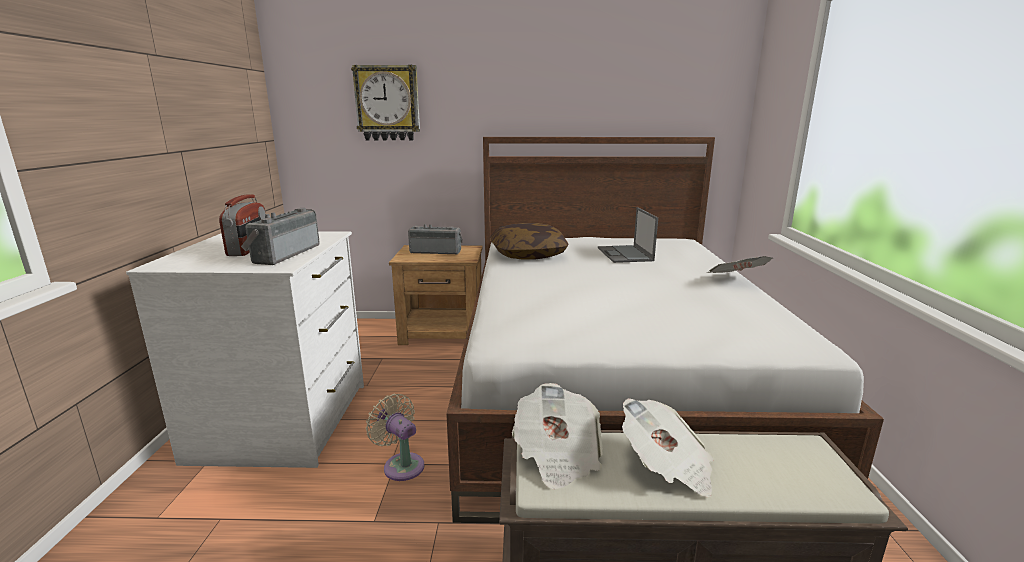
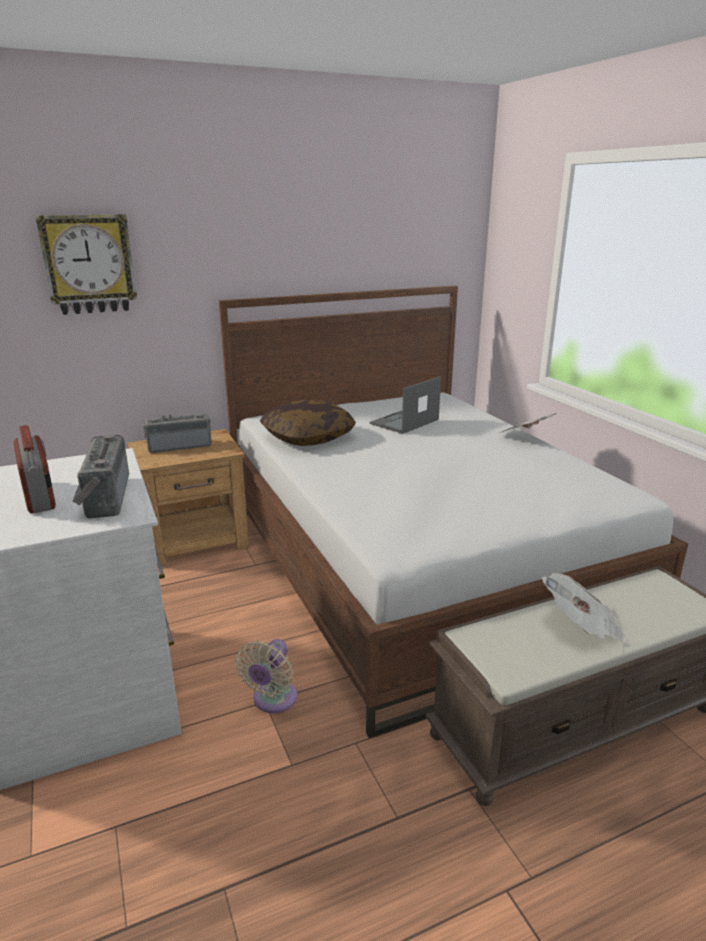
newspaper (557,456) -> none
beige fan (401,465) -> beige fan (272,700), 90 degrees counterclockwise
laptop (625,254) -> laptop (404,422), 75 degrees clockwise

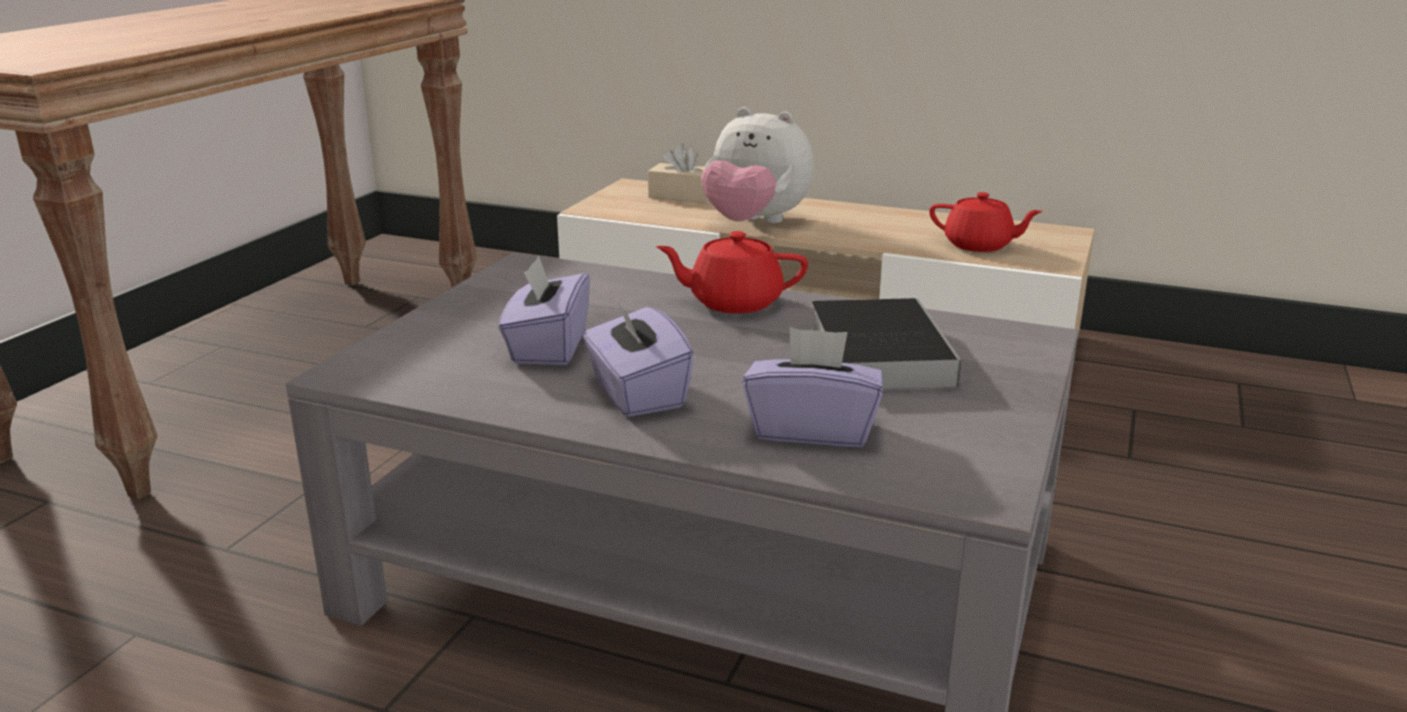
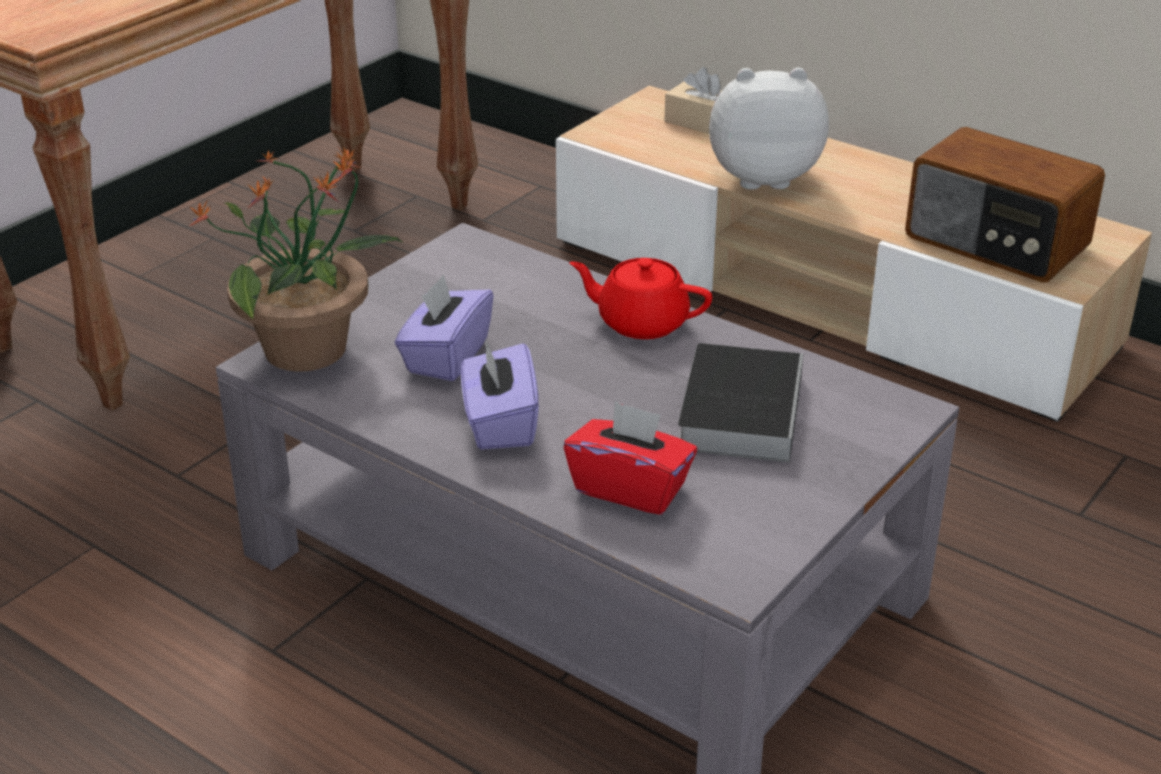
none -> potted plant (308,349)
red teapot (979,245) -> radio (996,243)
purple tissue box (812,429) -> red tissue box (630,488)
plush toy (754,223) -> plush toy (762,177), 135 degrees clockwise

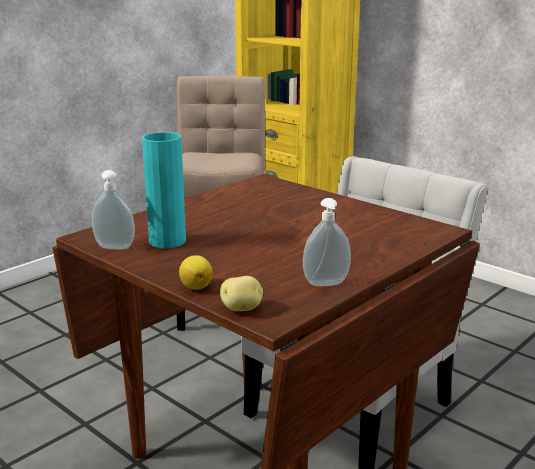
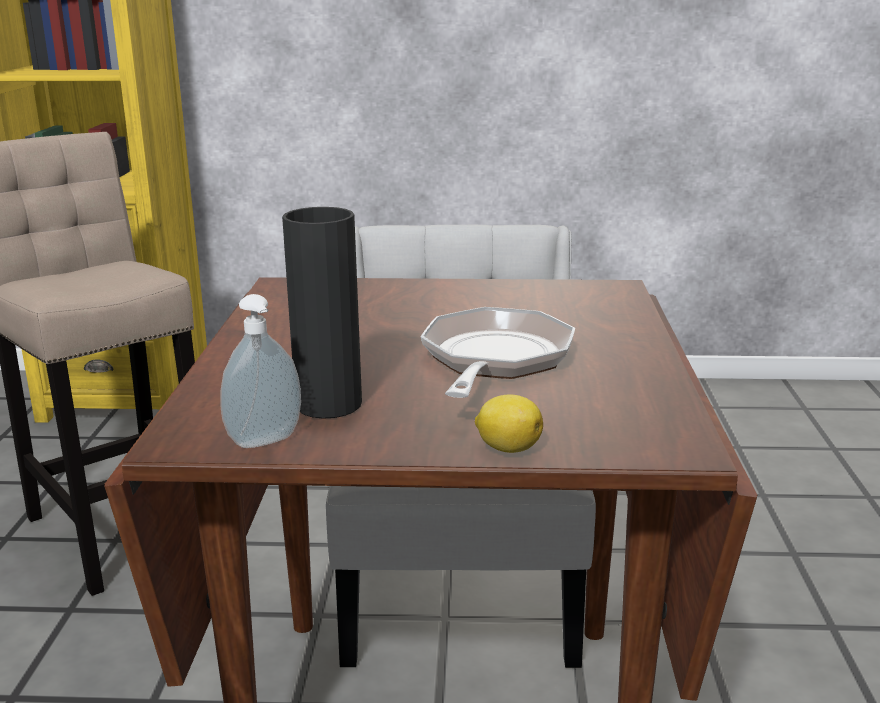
potato (242,309) -> none
soap dispenser (326,284) -> none
none -> frying pan (494,361)
turquoise vase (167,241) -> black vase (328,404)

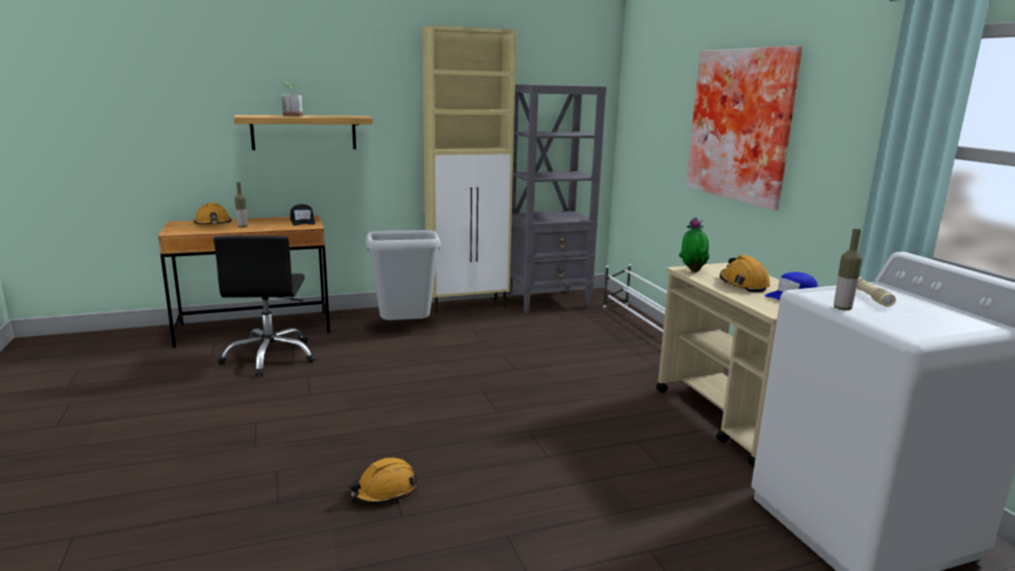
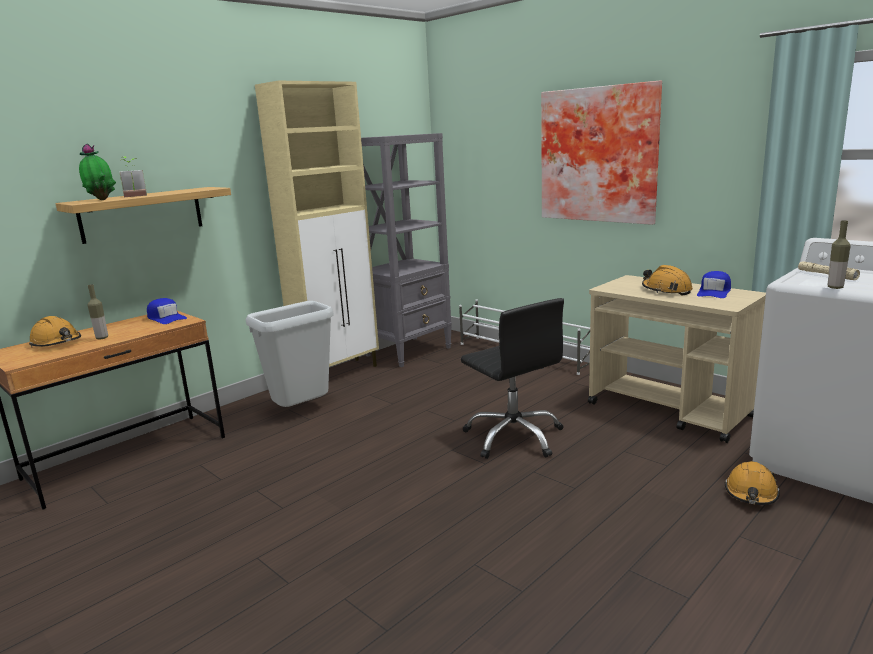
black office chair (270,357) -> black office chair (514,437), moved
orange hard hat (384,491) -> orange hard hat (751,493), moved
potted plant (692,270) -> potted plant (101,200), moved
black cap (302,221) -> blue cap (166,318)

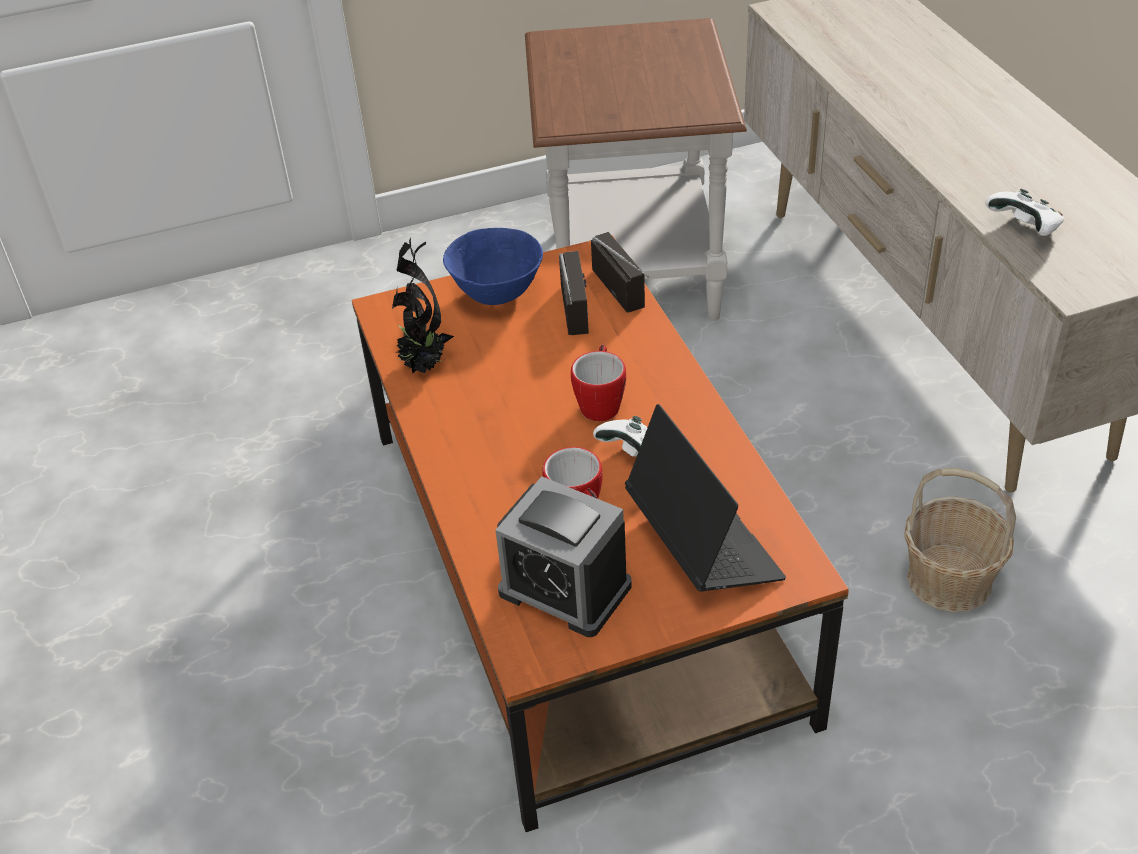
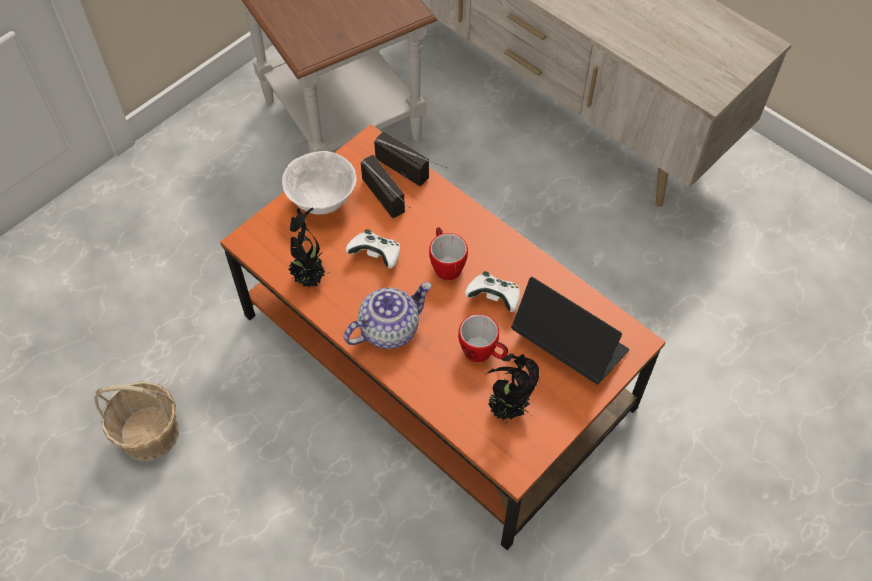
none -> teapot (389,328)
basket (950,580) -> basket (150,434), moved
white game controller (1025,229) -> white game controller (376,256), moved
alarm clock (565,589) -> potted plant (507,410)
blue bowl (497,294) -> white bowl (322,201)

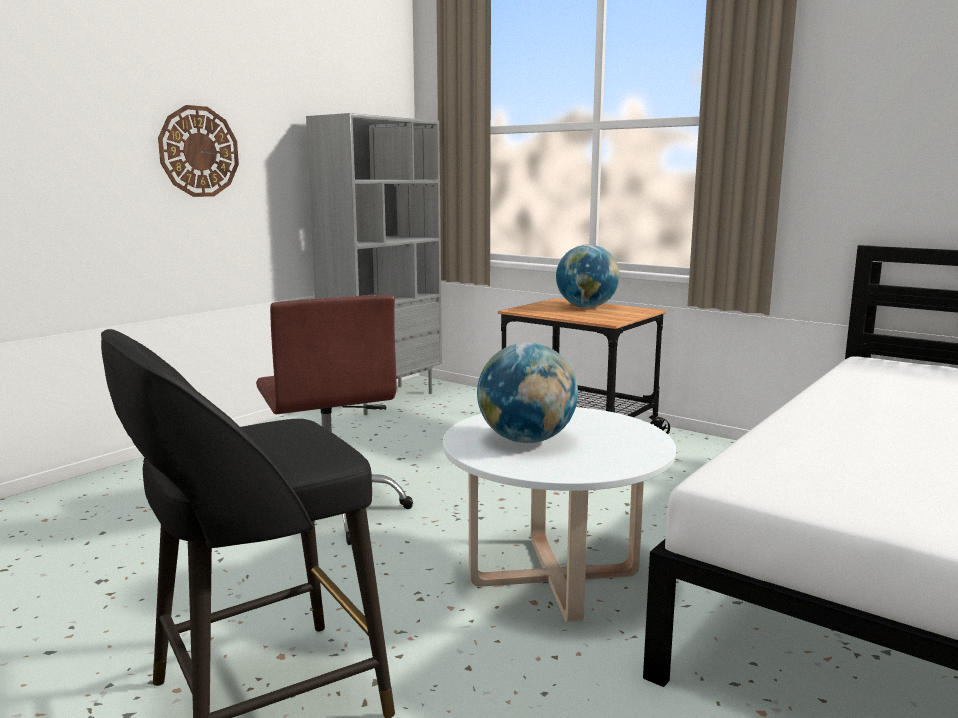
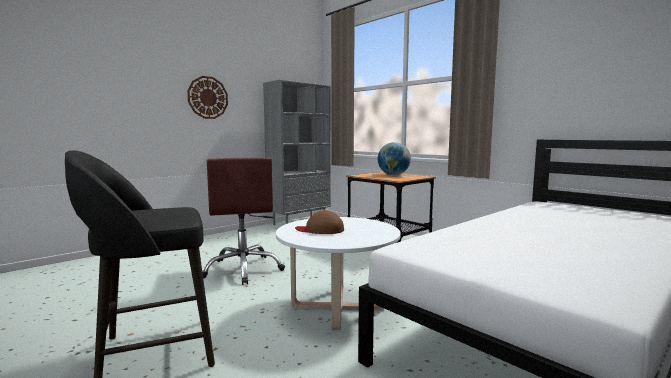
globe (526,440) -> brown cap (320,230)

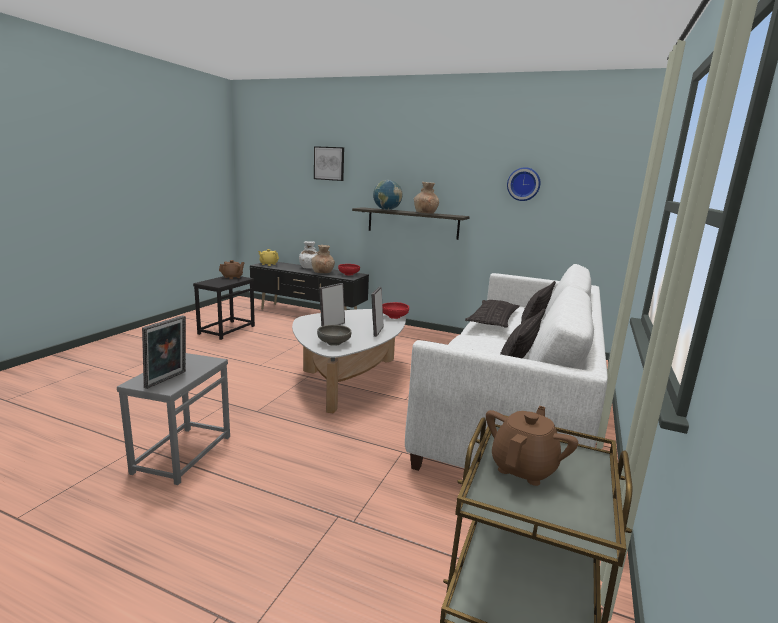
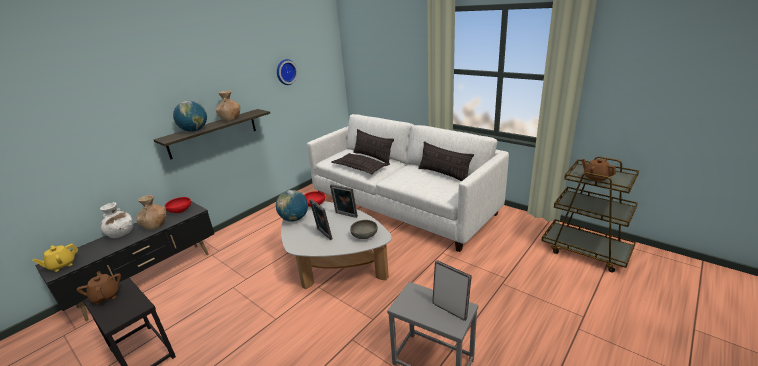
picture (329,163) -> none
none -> globe (294,219)

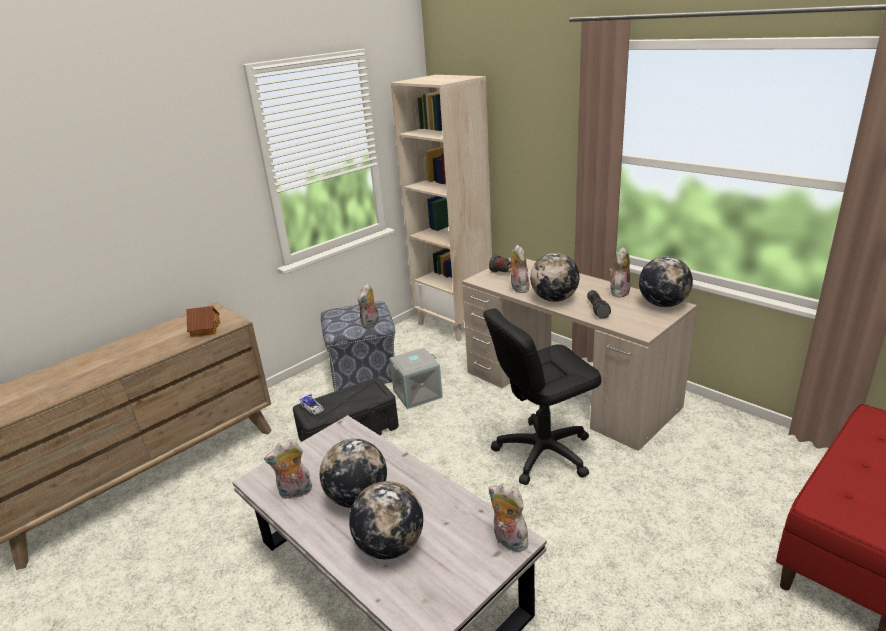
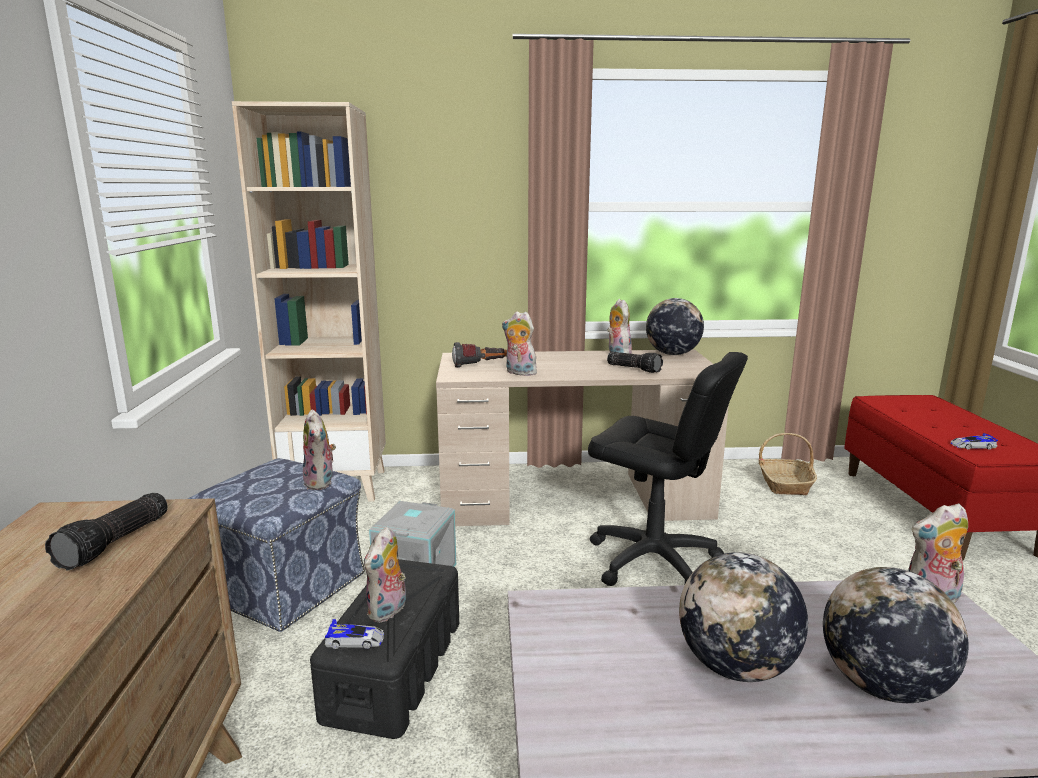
globe (554,299) -> none
none -> basket (784,484)
none -> toy car (972,446)
plush toy (295,493) -> plush toy (388,611), moved
toy house (205,329) -> flashlight (116,543)
black office chair (543,452) -> black office chair (653,561), 75 degrees counterclockwise

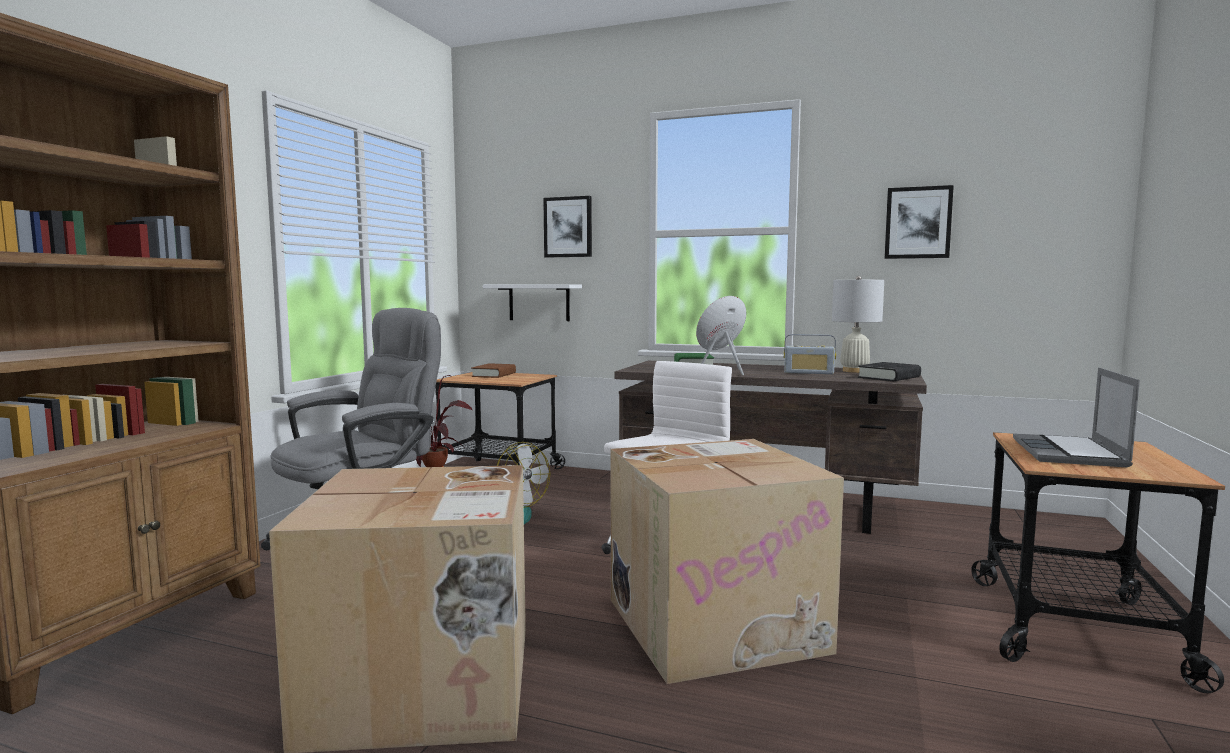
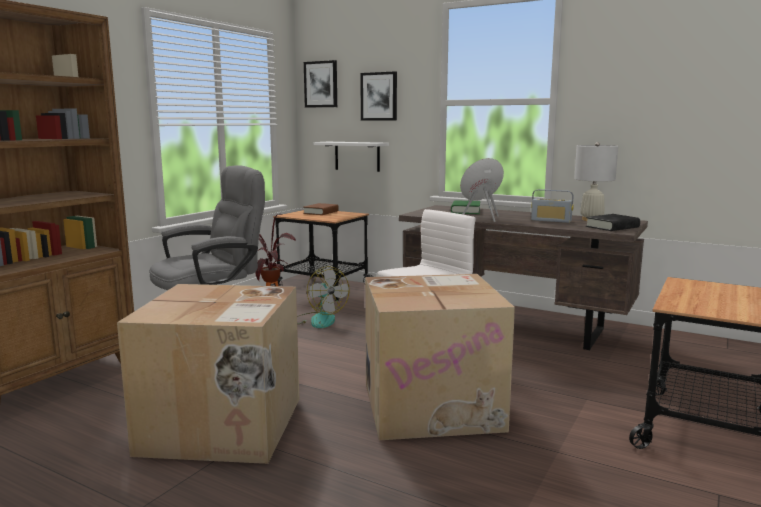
laptop (1070,453) -> none
picture (918,223) -> picture (321,84), moved

